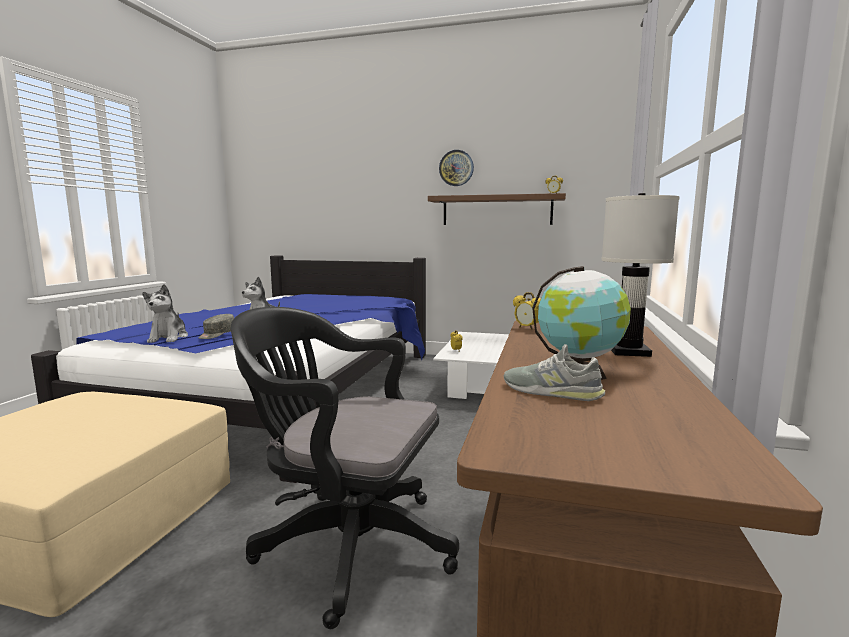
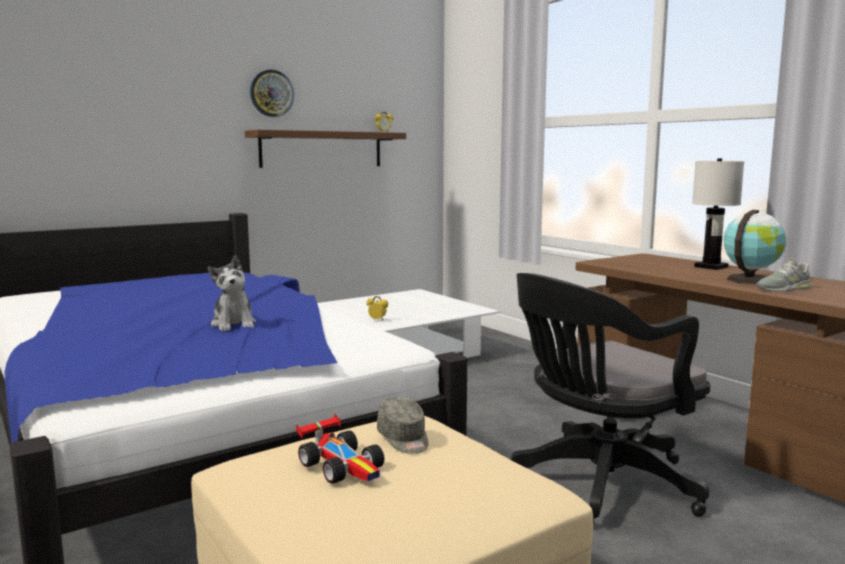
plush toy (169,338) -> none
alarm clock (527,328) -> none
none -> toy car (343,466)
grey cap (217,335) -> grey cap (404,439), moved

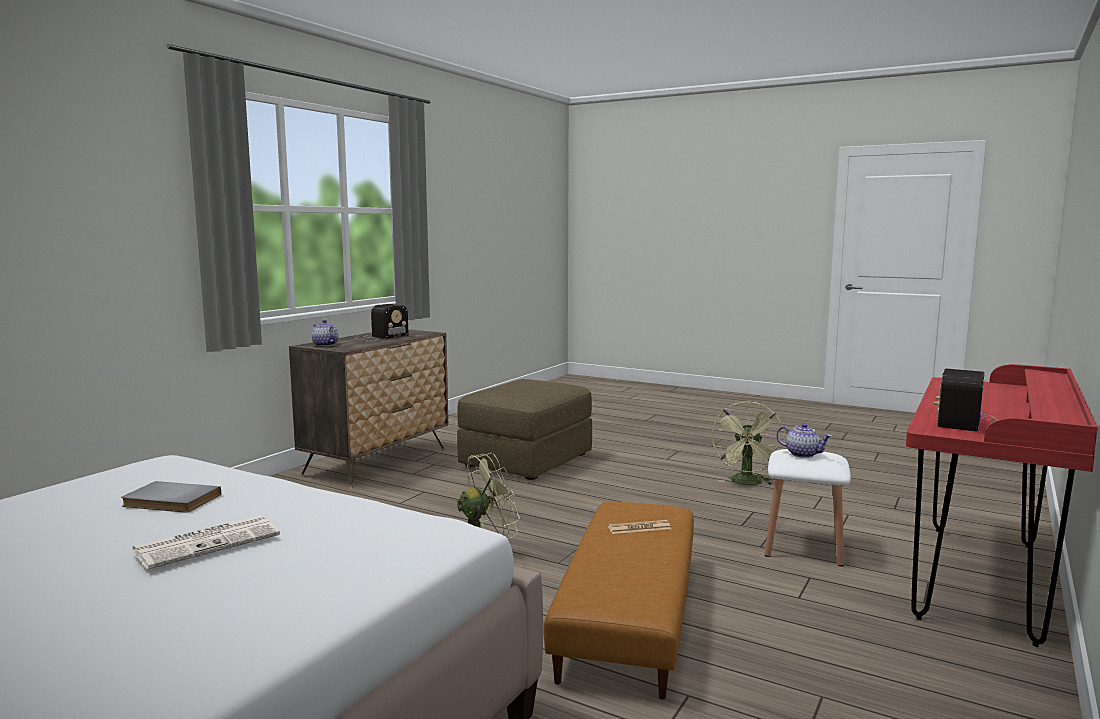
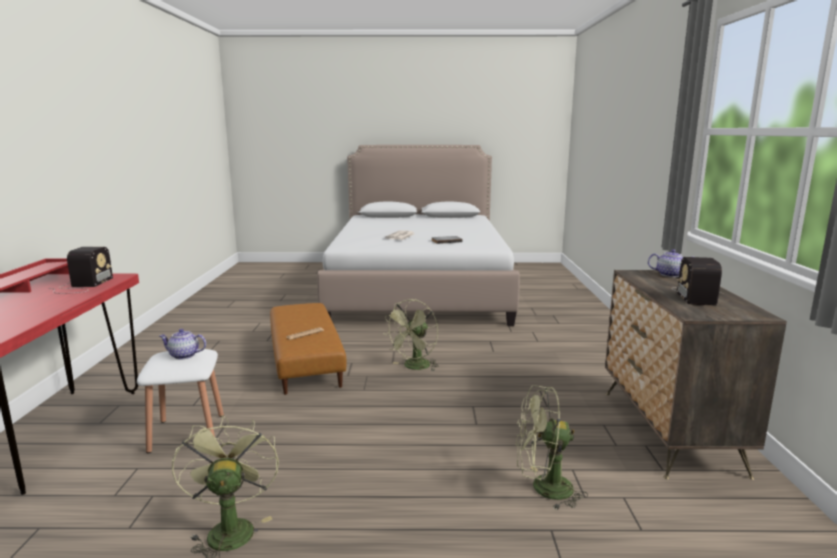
brown ottoman (526,460) -> green fan (543,489)

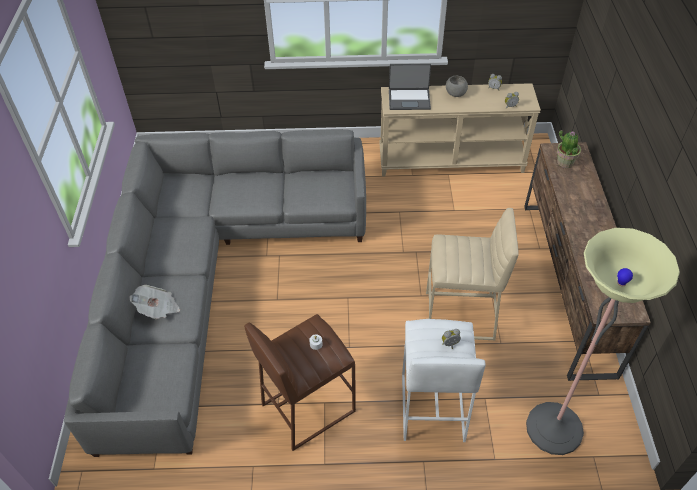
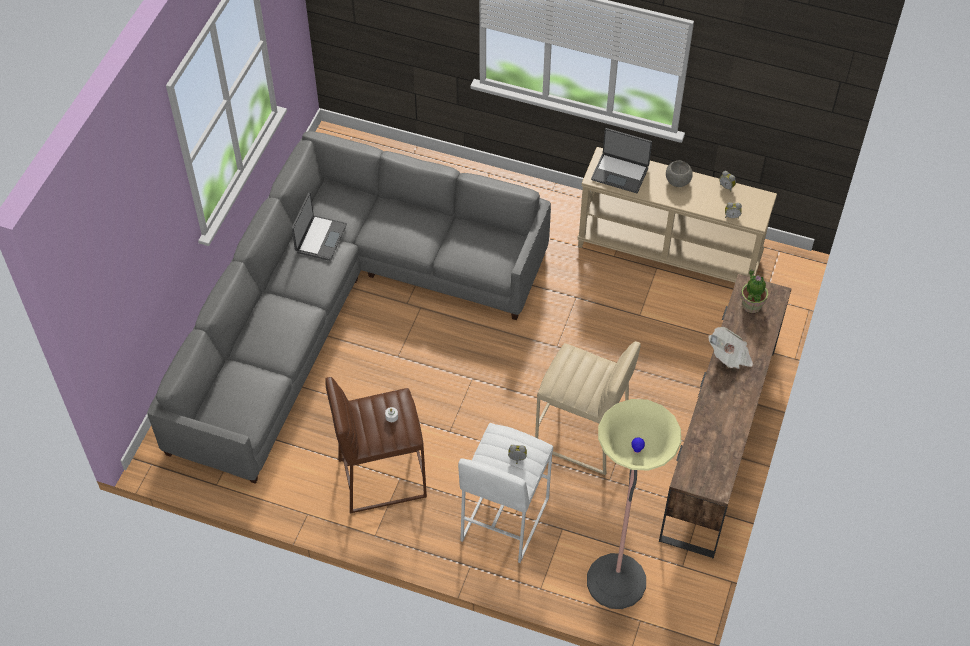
none -> laptop (320,238)
newspaper (158,309) -> newspaper (729,356), moved

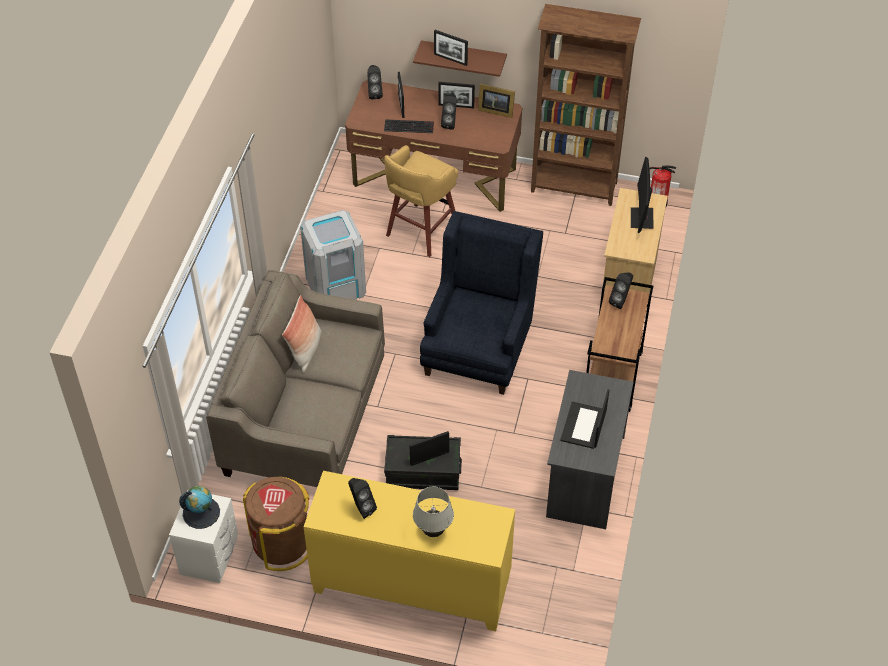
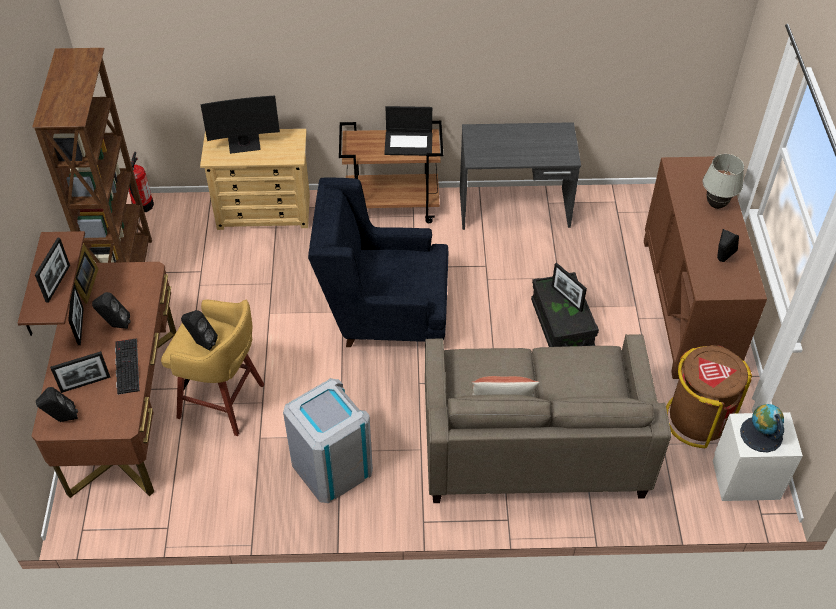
laptop (584,426) -> laptop (409,143), moved
black speaker (621,301) -> black speaker (201,343), moved
yellow cabinet (411,585) -> brown cabinet (688,306)

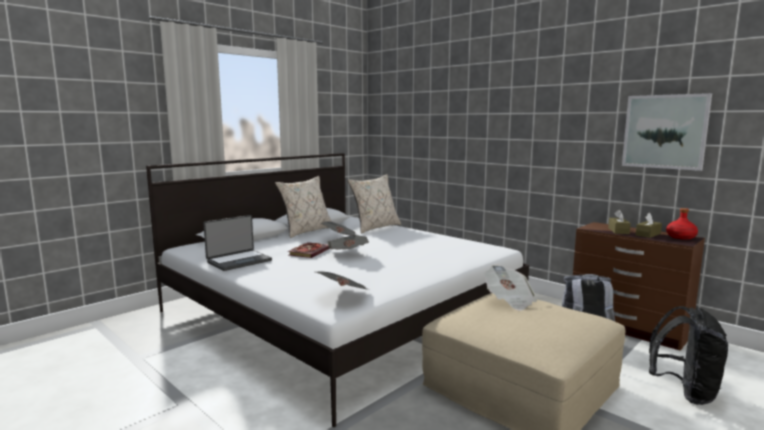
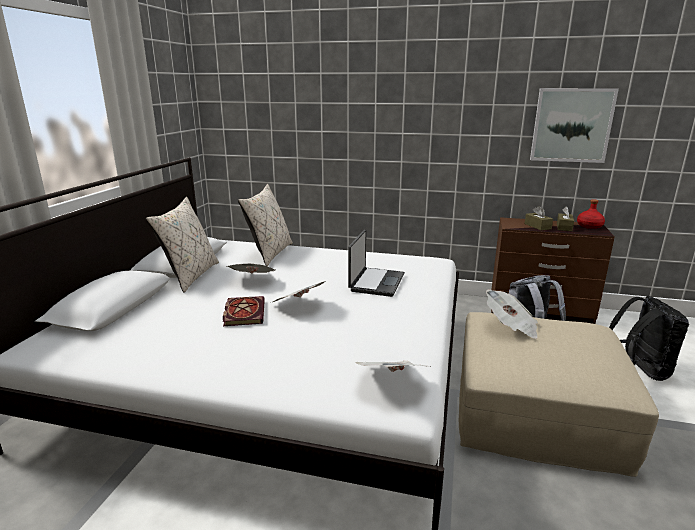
laptop (239,261) -> laptop (376,282), moved

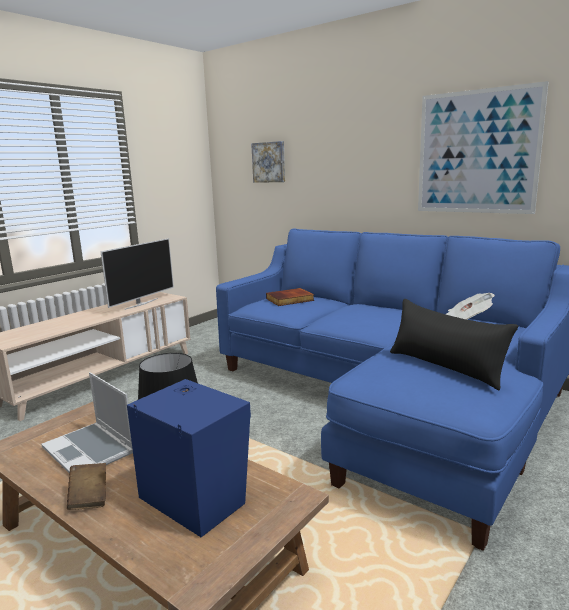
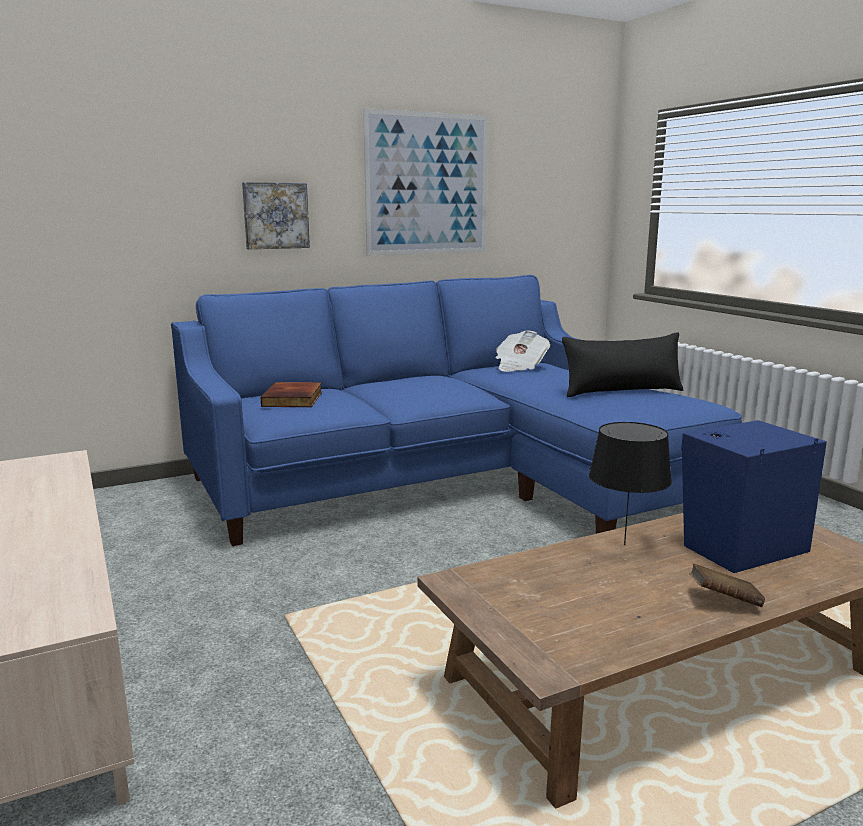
laptop (90,451) -> none
television (141,303) -> none
picture (269,162) -> picture (275,215), moved

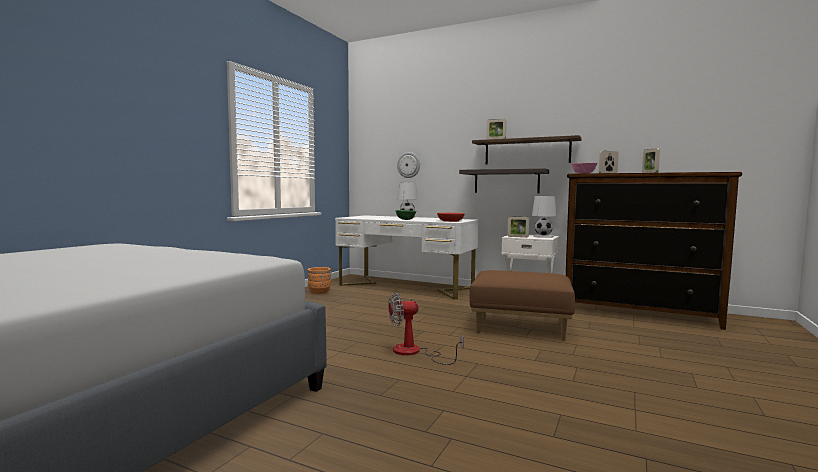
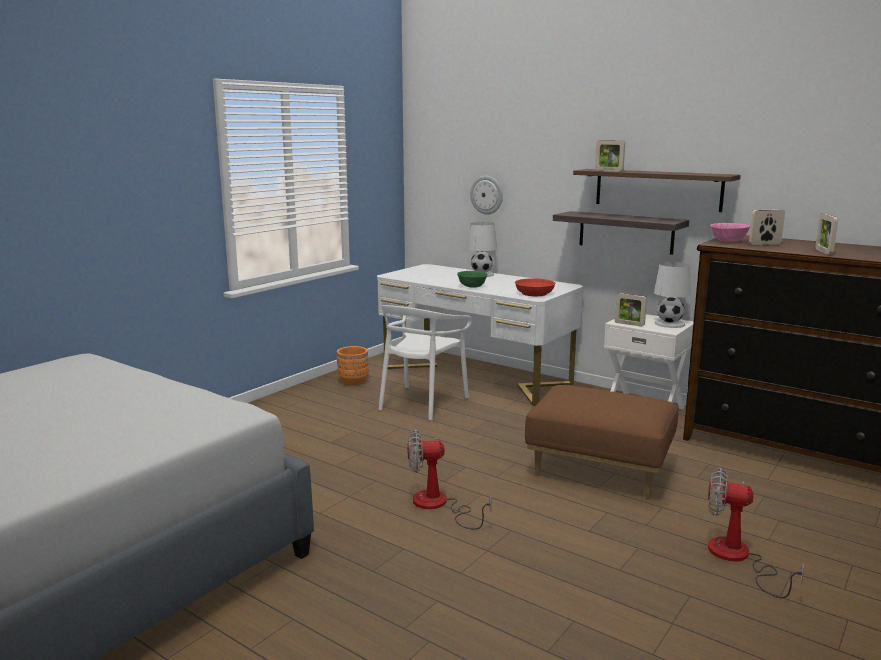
none -> white chair (422,402)
none -> fan (738,558)

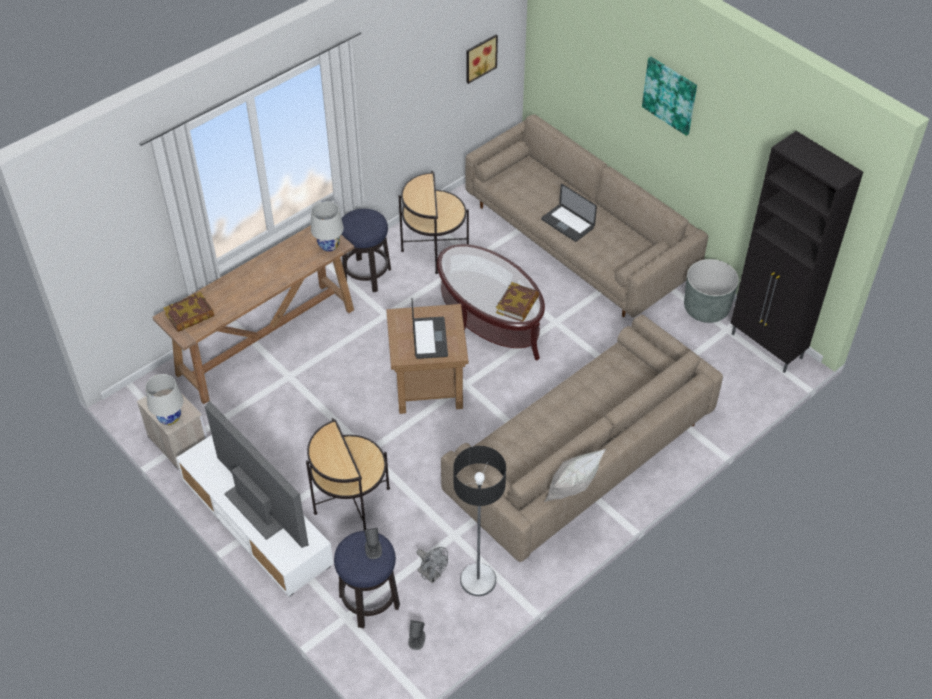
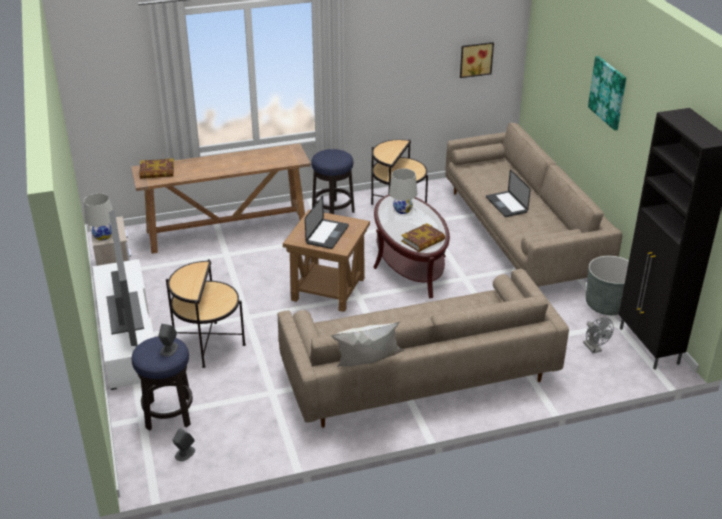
floor lamp (478,580) -> none
white table lamp (329,245) -> white table lamp (402,210), moved
grey fan (432,575) -> grey fan (594,349), moved

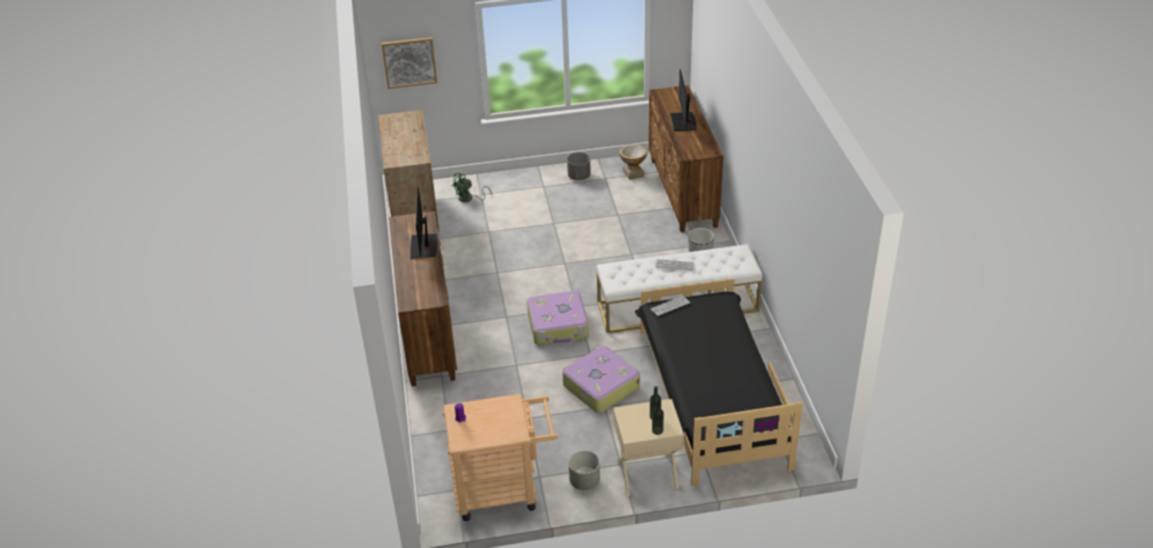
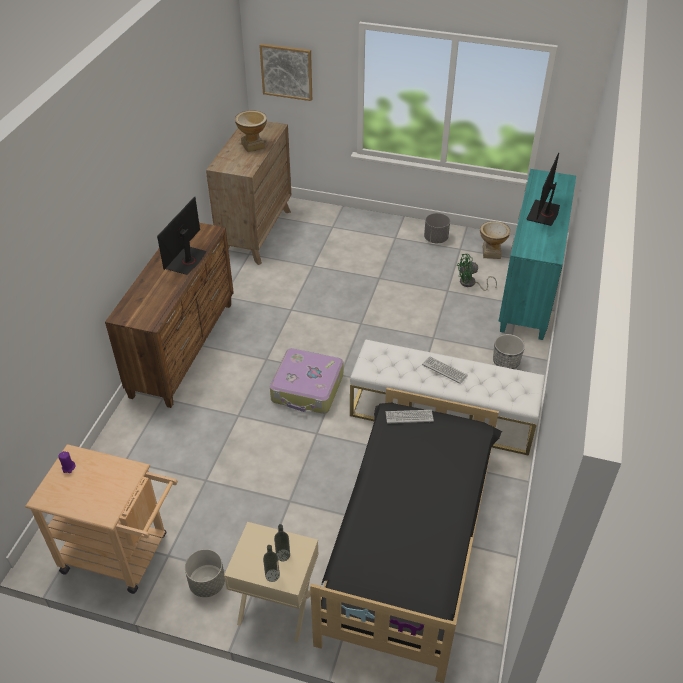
suitcase (600,386) -> none
none -> vase (253,146)
green fan (469,198) -> green fan (470,284), moved
brown dresser (682,193) -> turquoise dresser (529,289)

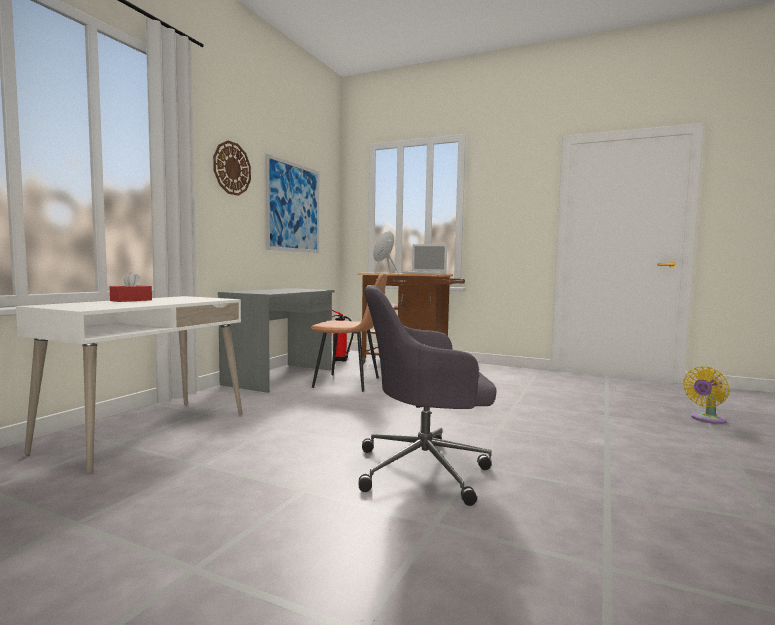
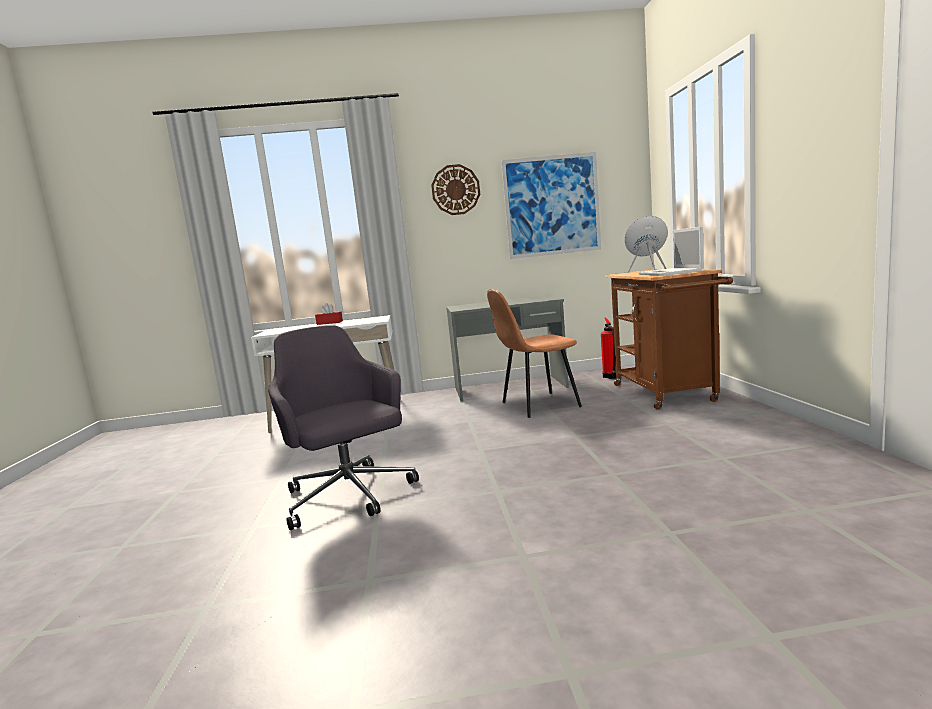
yellow fan (706,419) -> none
brown chair (348,383) -> brown chair (538,405), 90 degrees clockwise

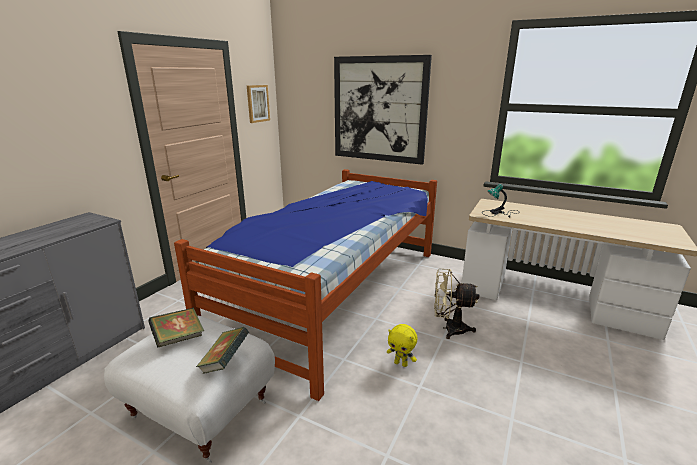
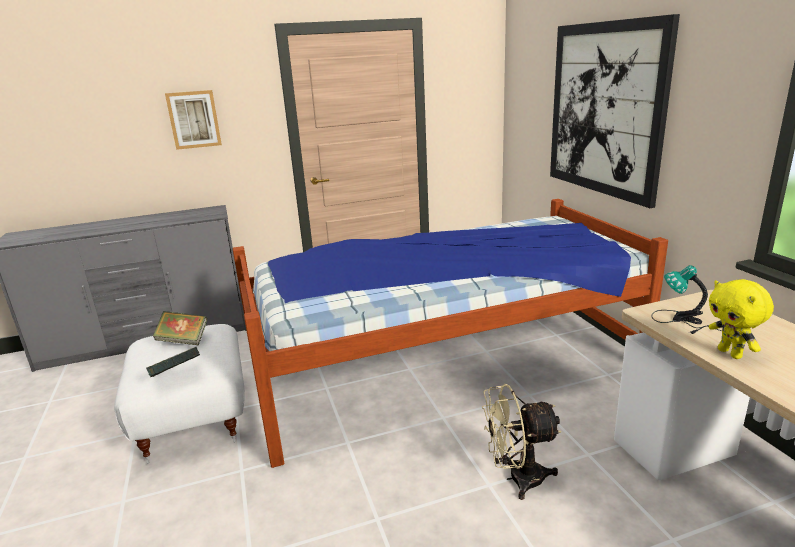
picture (257,103) -> picture (194,119), moved
yellow plush toy (401,363) -> yellow plush toy (731,353), moved
beige fan (449,329) -> beige fan (517,478), 60 degrees counterclockwise

